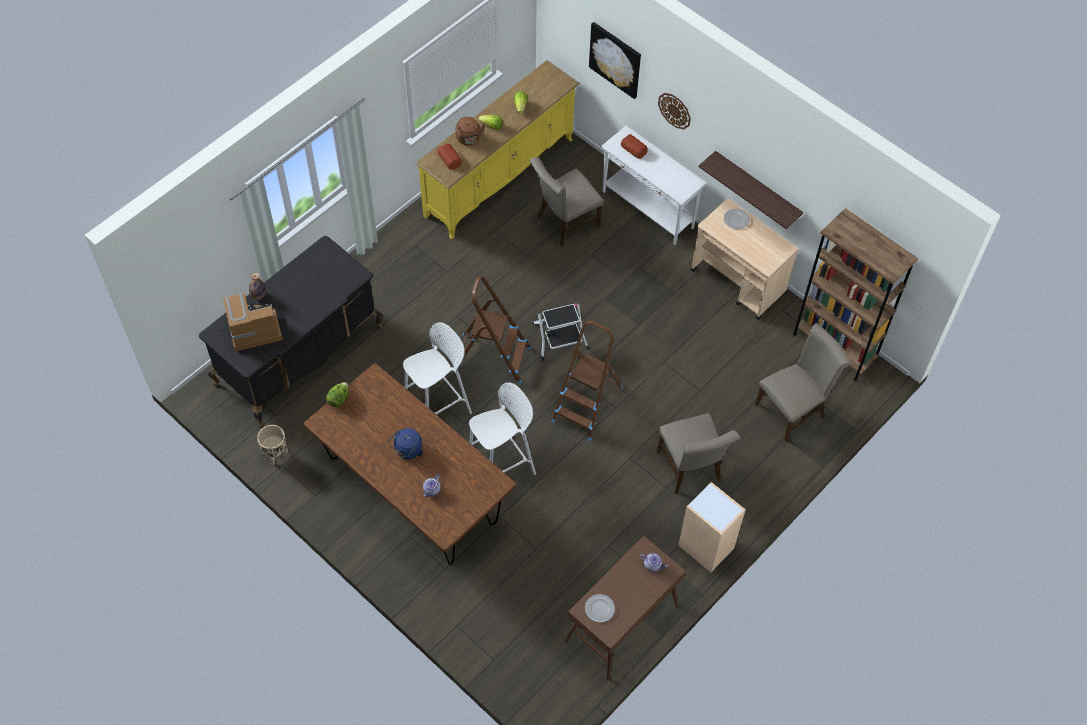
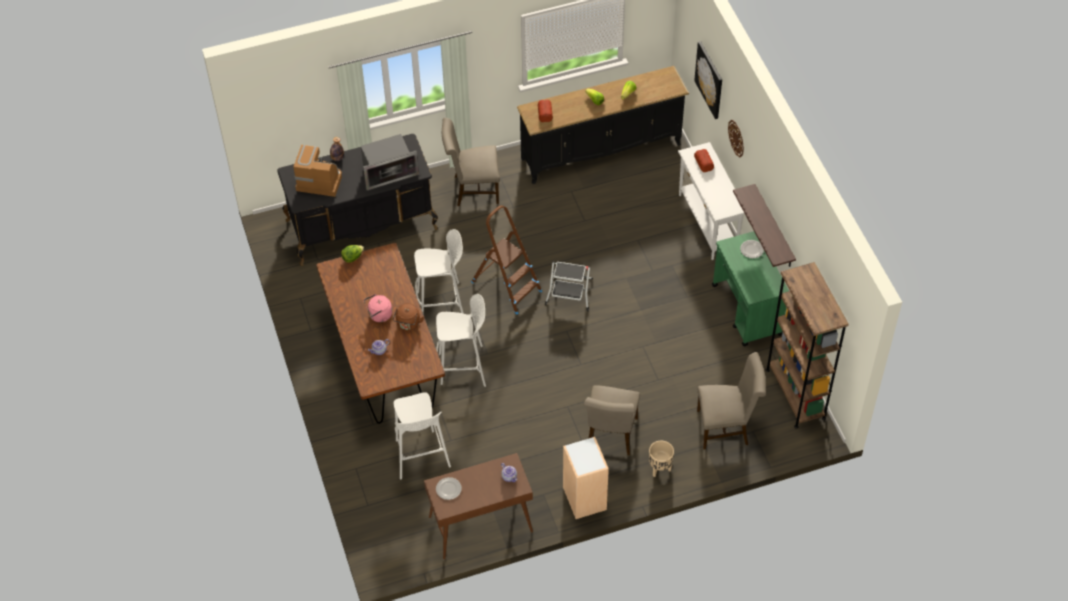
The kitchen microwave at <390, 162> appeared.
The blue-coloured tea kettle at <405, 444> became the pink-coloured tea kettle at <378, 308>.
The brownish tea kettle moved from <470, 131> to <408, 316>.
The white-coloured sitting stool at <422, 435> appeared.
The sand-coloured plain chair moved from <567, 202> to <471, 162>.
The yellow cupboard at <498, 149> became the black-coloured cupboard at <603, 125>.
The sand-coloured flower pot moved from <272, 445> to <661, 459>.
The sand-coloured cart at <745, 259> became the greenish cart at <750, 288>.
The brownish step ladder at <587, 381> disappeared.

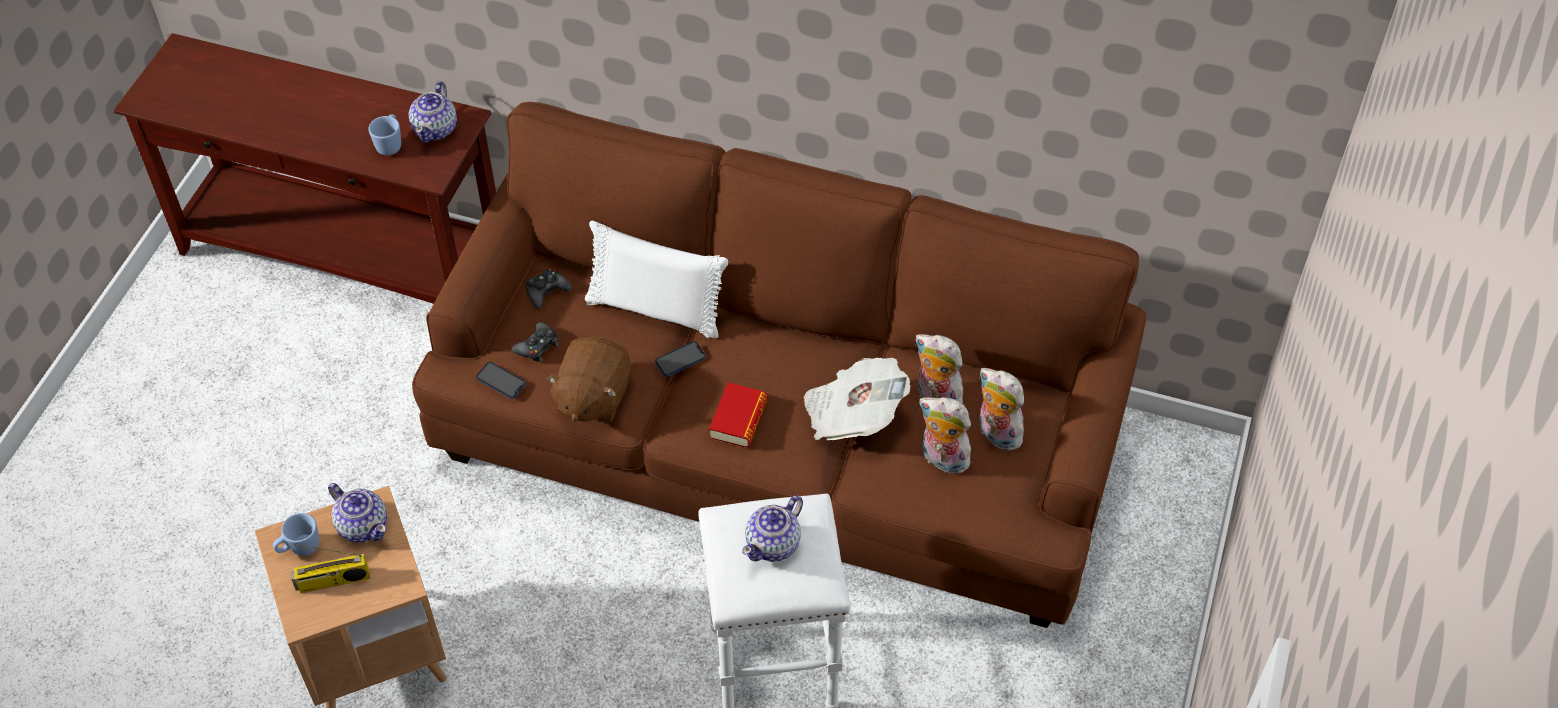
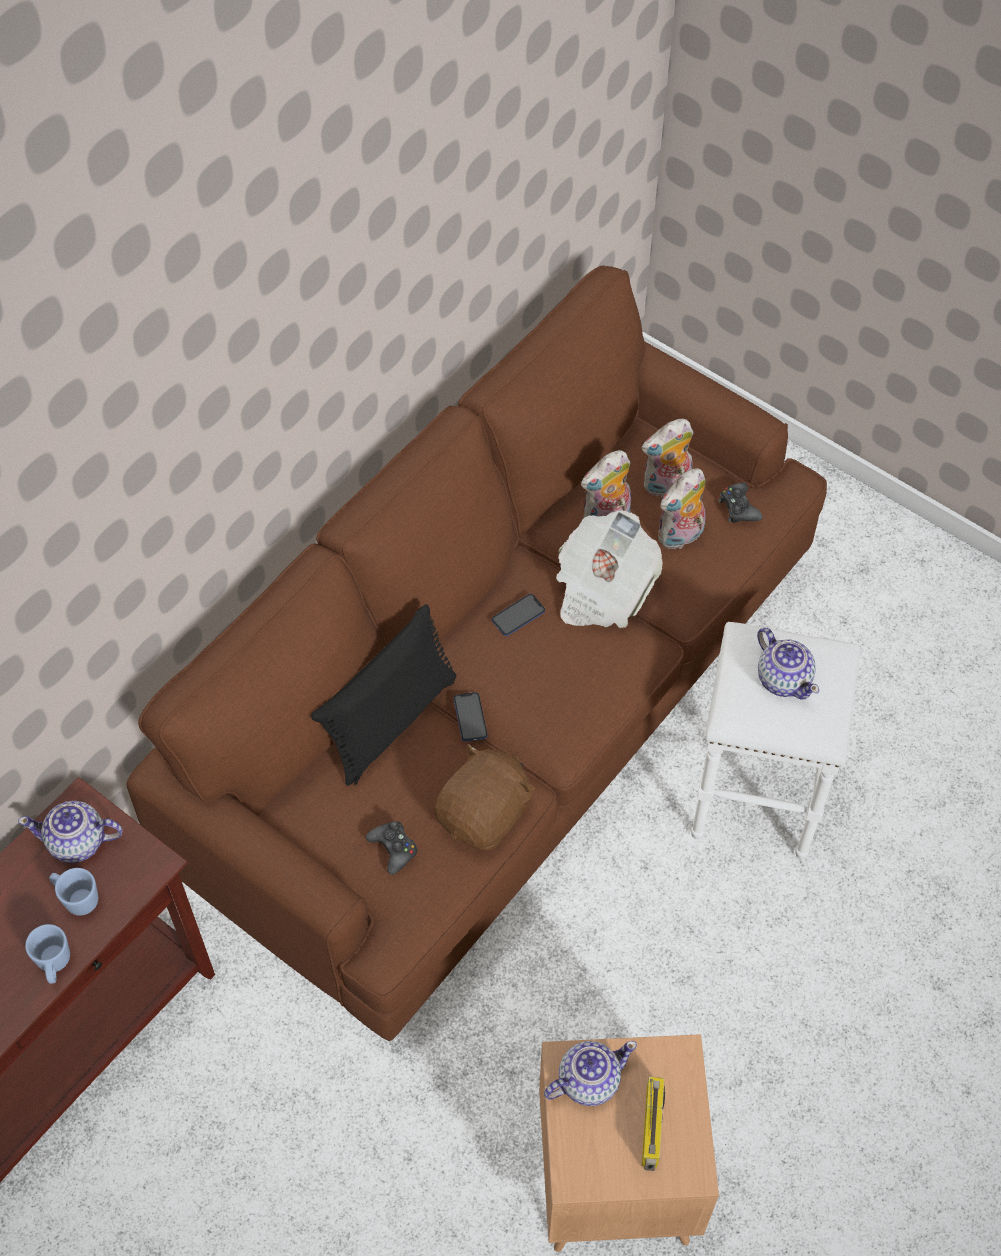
The teapot at <433, 112> turned 150 degrees clockwise.
The blue-coloured tea mug moved from <296, 534> to <47, 954>.
The white-coloured pillow at <656, 279> became the black-coloured pillow at <383, 695>.
The brownish cuddly toy at <587, 379> turned 90 degrees counterclockwise.
The handset moved from <501, 380> to <518, 615>.
The black-coloured joypad moved from <549, 289> to <740, 503>.
The bound book at <738, 415> disappeared.

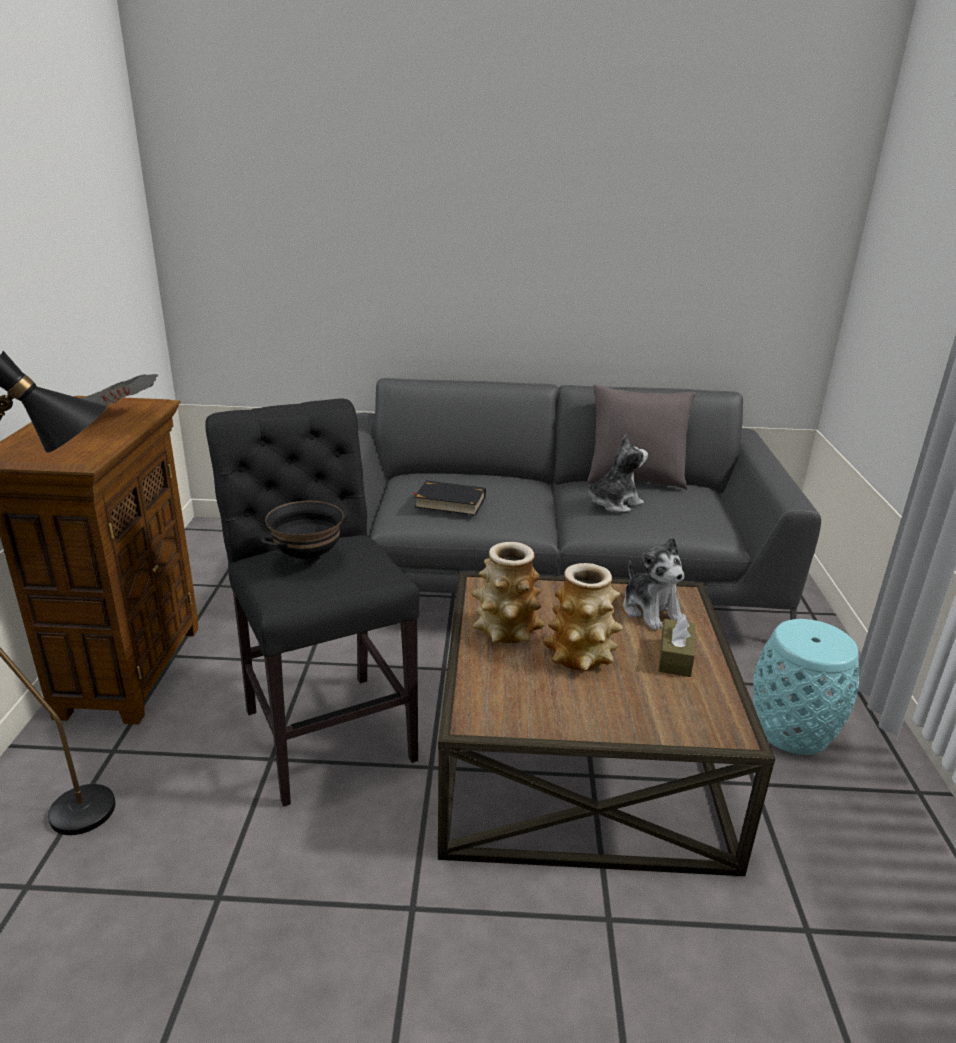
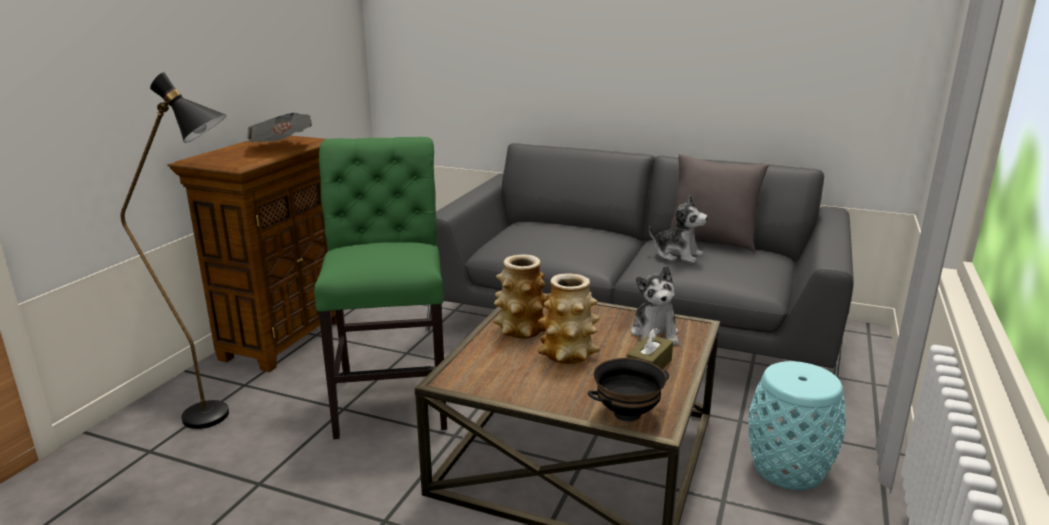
The black-coloured sitting stool at <312, 602> became the greenish sitting stool at <380, 288>.
The black-coloured bowl moved from <304, 533> to <628, 390>.
The cuddly toy at <618, 473> turned 45 degrees clockwise.
The black-coloured bound book at <449, 498> disappeared.

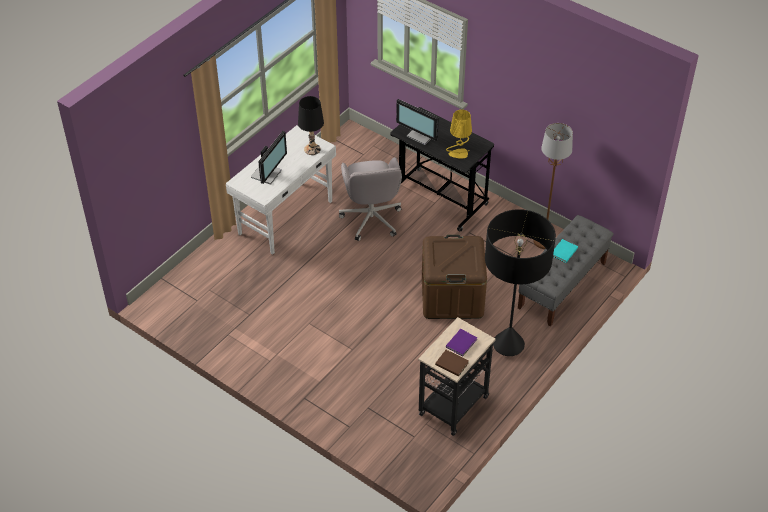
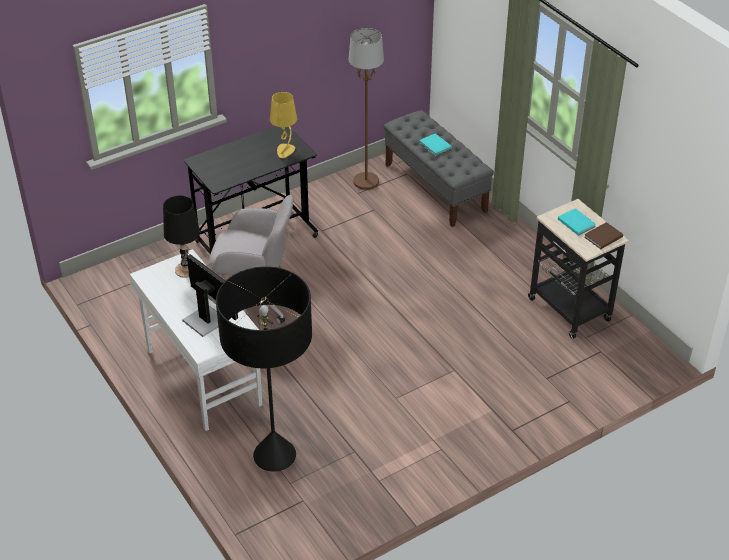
The black-coloured floor lamp moved from <520, 282> to <264, 369>.
The purple-coloured bound book at <461, 343> became the turquoise-coloured bound book at <577, 222>.
The computer screen at <417, 122> disappeared.
The brownish storage container at <454, 277> disappeared.

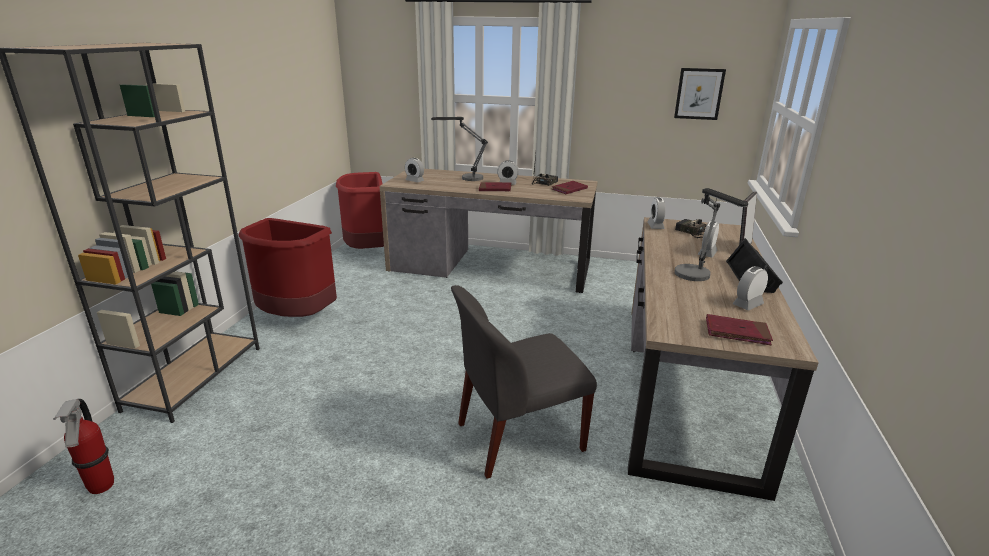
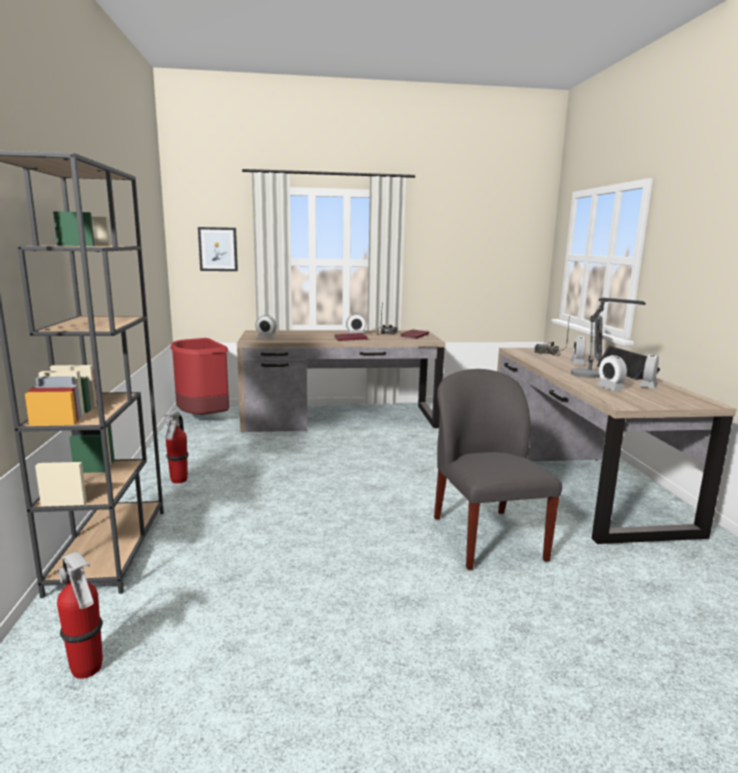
The reddish rubbish bin at <287, 267> was replaced by the fire extinguisher at <176, 447>.
The wall picture moved from <700, 94> to <218, 249>.
The grey plain chair at <524, 382> turned 120 degrees clockwise.
The alarm clock moved from <656, 213> to <612, 372>.
The tabletop lamp at <459, 149> disappeared.
The reddish bound book at <739, 330> disappeared.

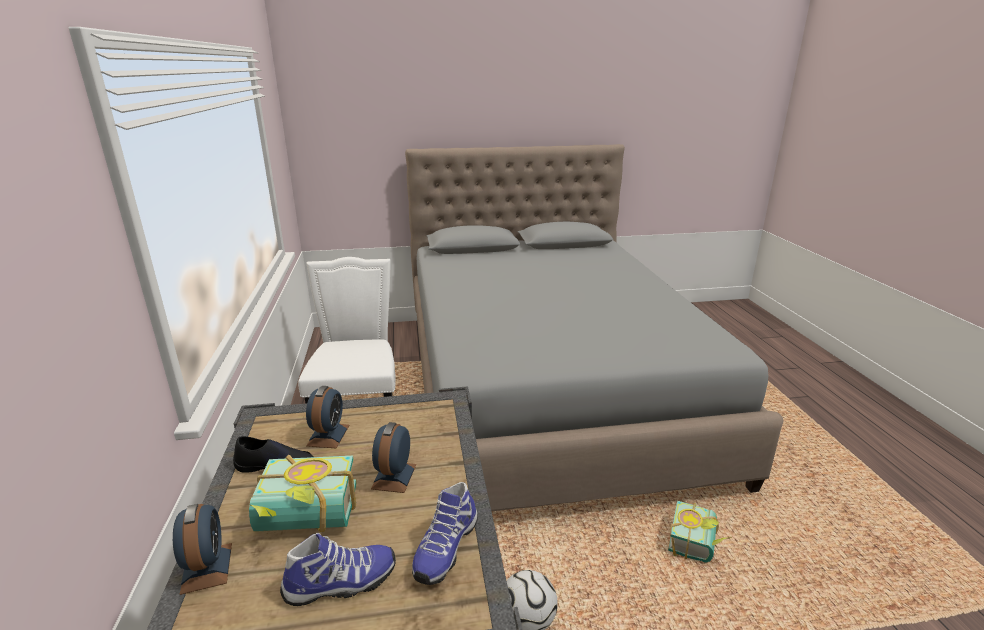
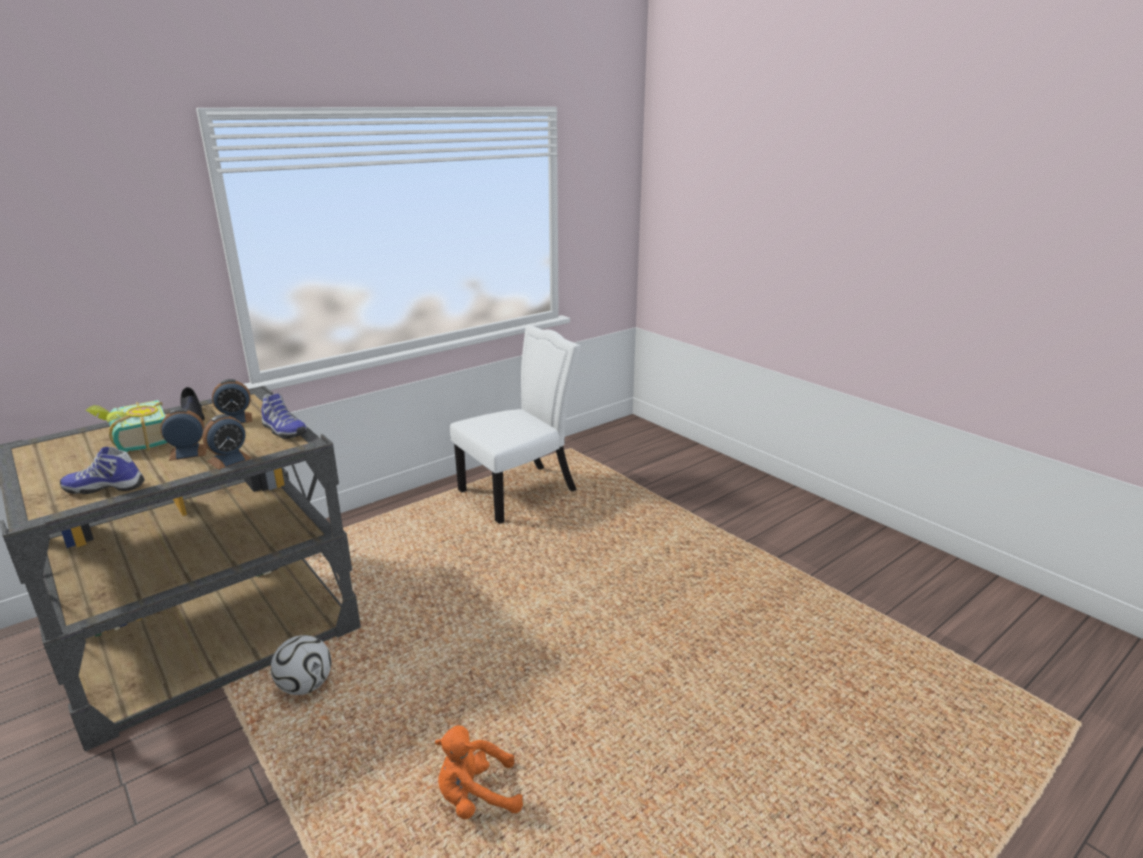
The alarm clock moved from <202, 549> to <226, 442>.
The item of footwear moved from <338, 569> to <284, 416>.
The bound book at <699, 532> was replaced by the orange cuddly toy at <479, 772>.
The grey sleeping bed at <594, 327> disappeared.

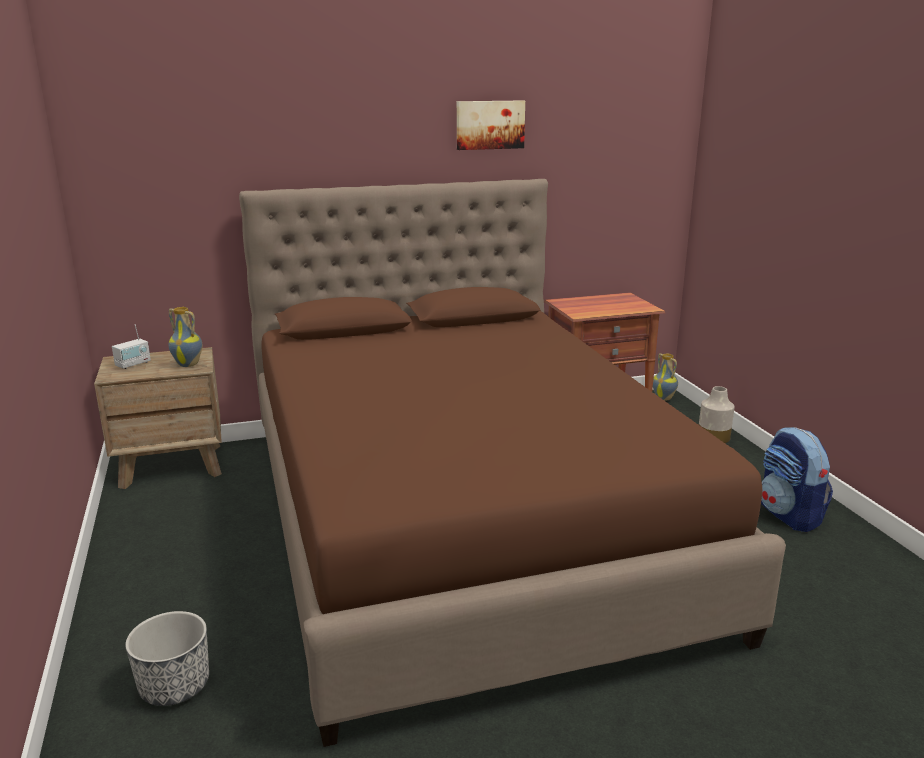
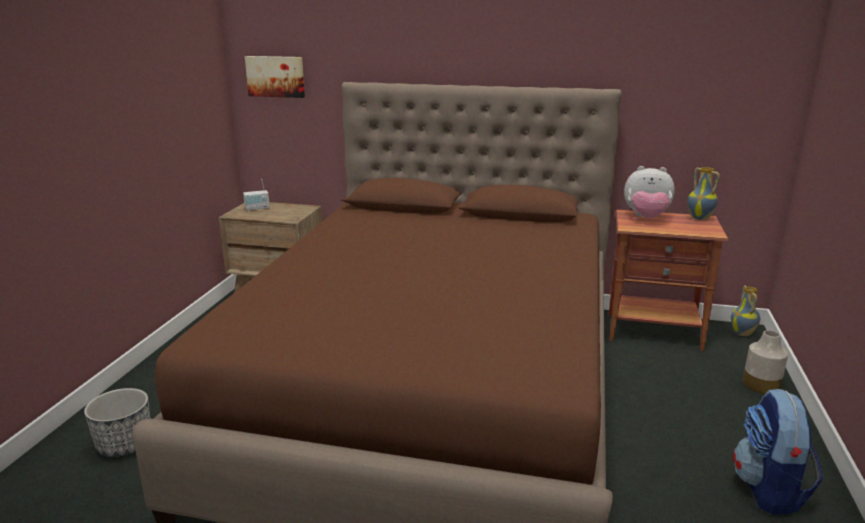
The wall picture moved from <491, 125> to <275, 77>.
The cuddly toy at <649, 192> appeared.
The decorative vase moved from <186, 337> to <704, 193>.

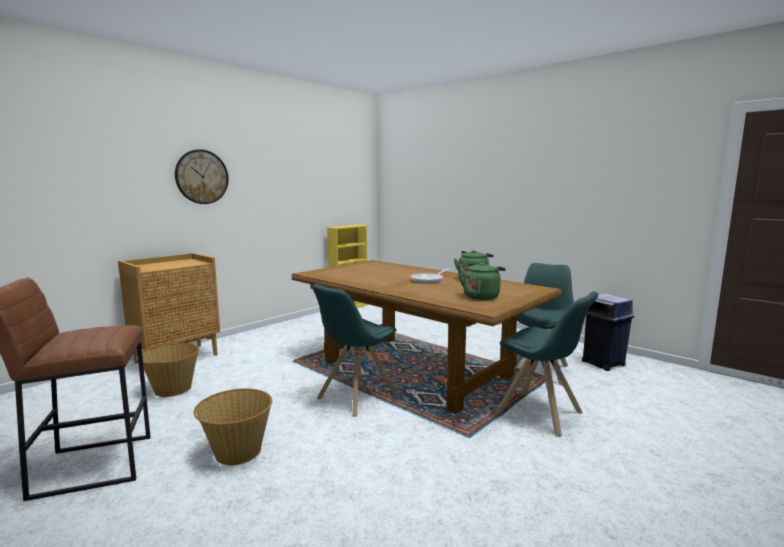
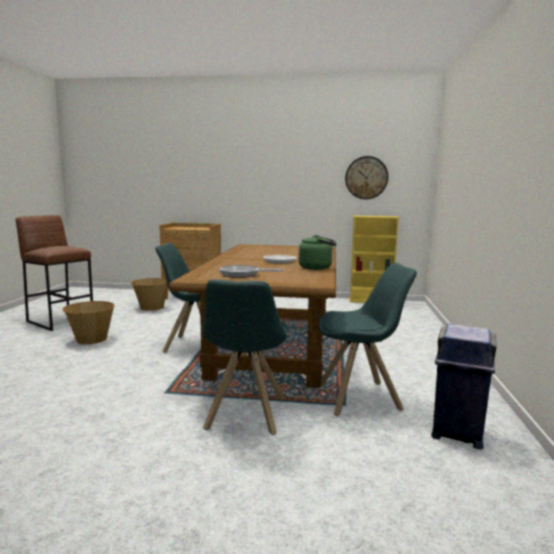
The greenish tea kettle at <482, 281> was replaced by the skillet at <251, 271>.
The hanging clock moved from <202, 176> to <366, 177>.

